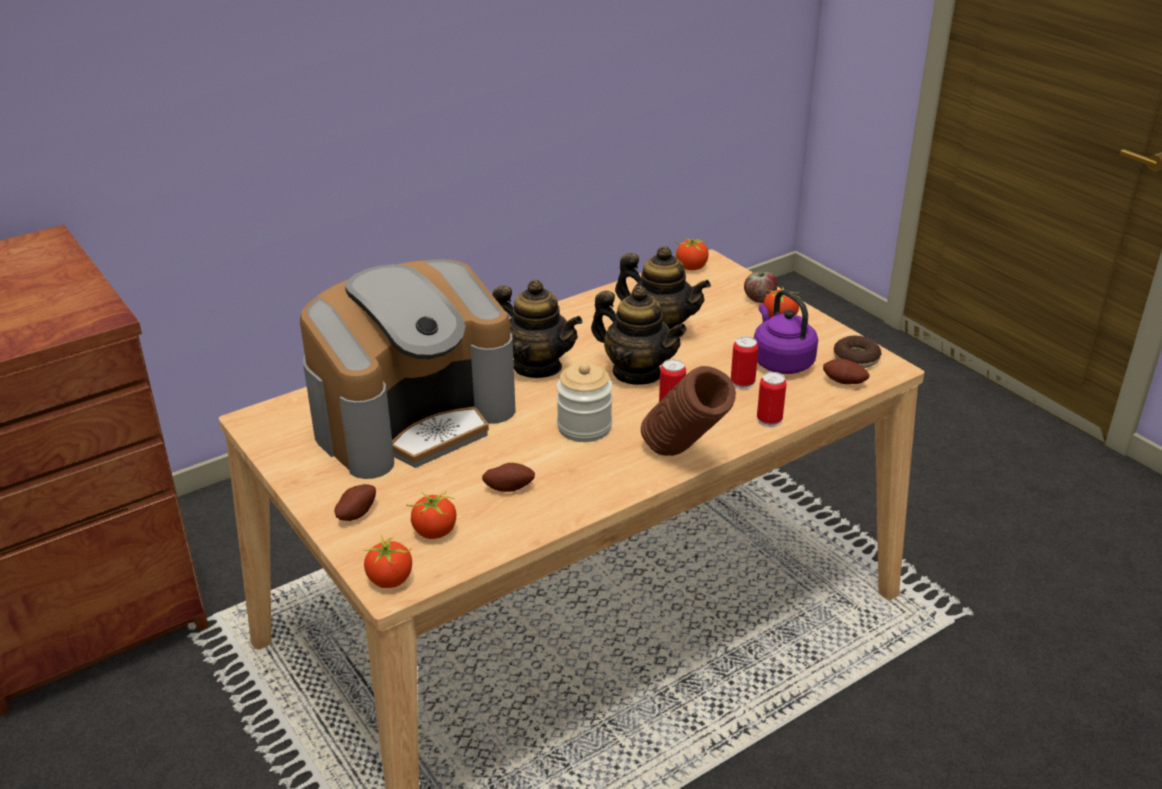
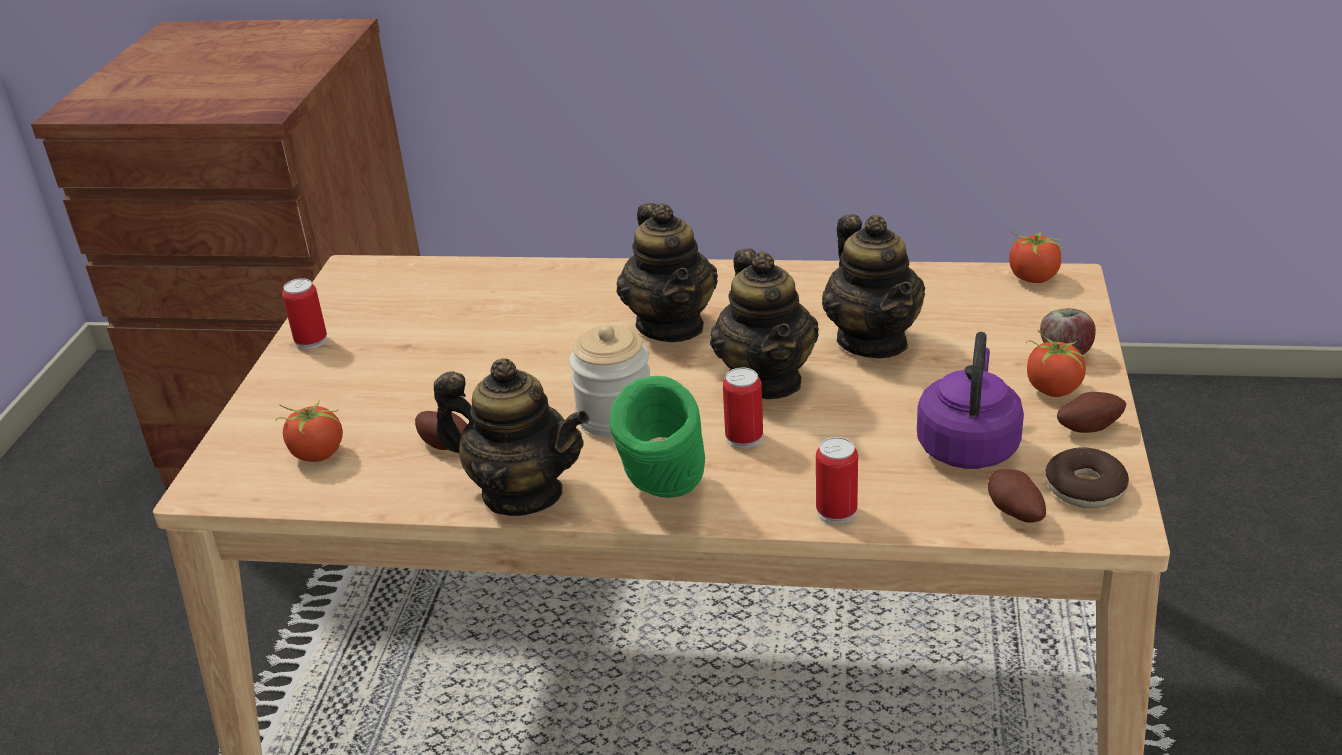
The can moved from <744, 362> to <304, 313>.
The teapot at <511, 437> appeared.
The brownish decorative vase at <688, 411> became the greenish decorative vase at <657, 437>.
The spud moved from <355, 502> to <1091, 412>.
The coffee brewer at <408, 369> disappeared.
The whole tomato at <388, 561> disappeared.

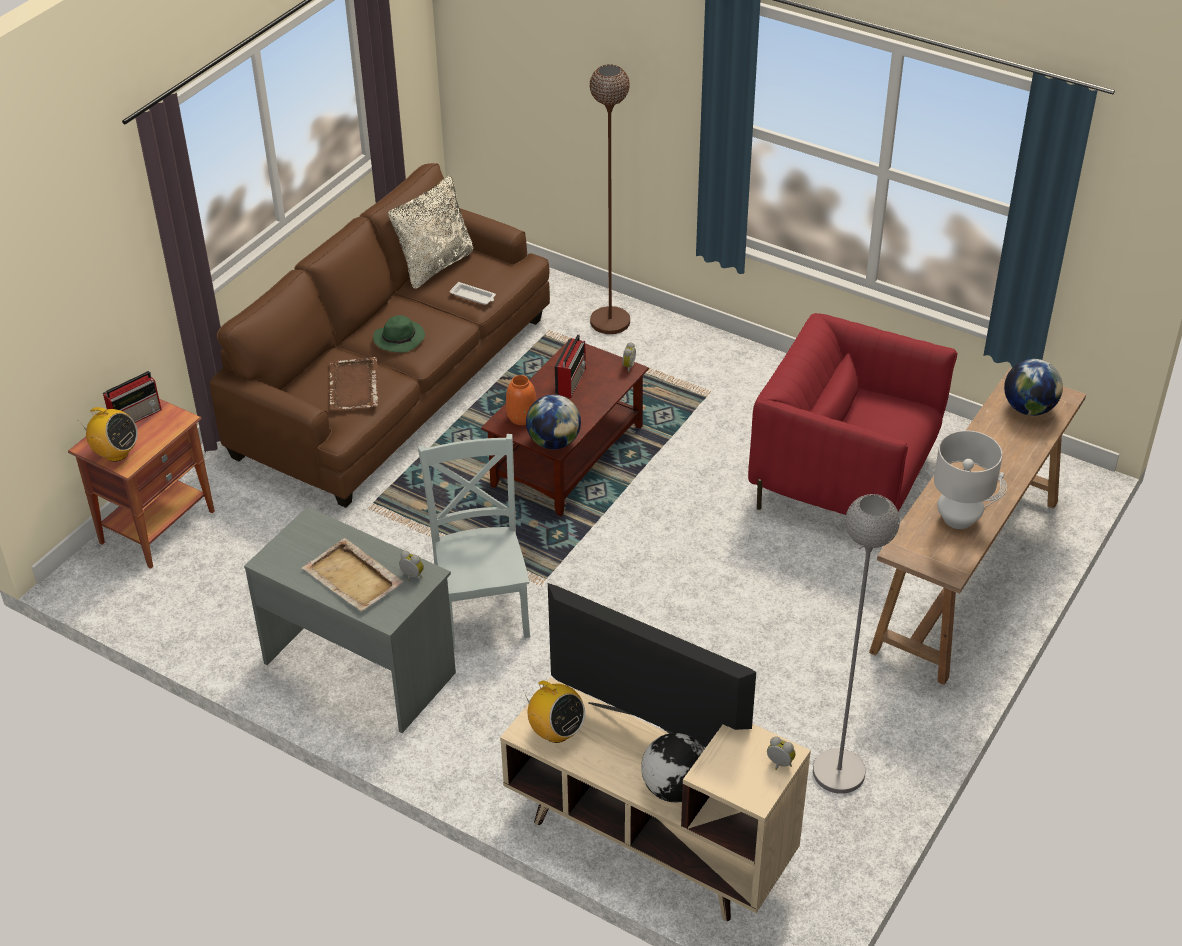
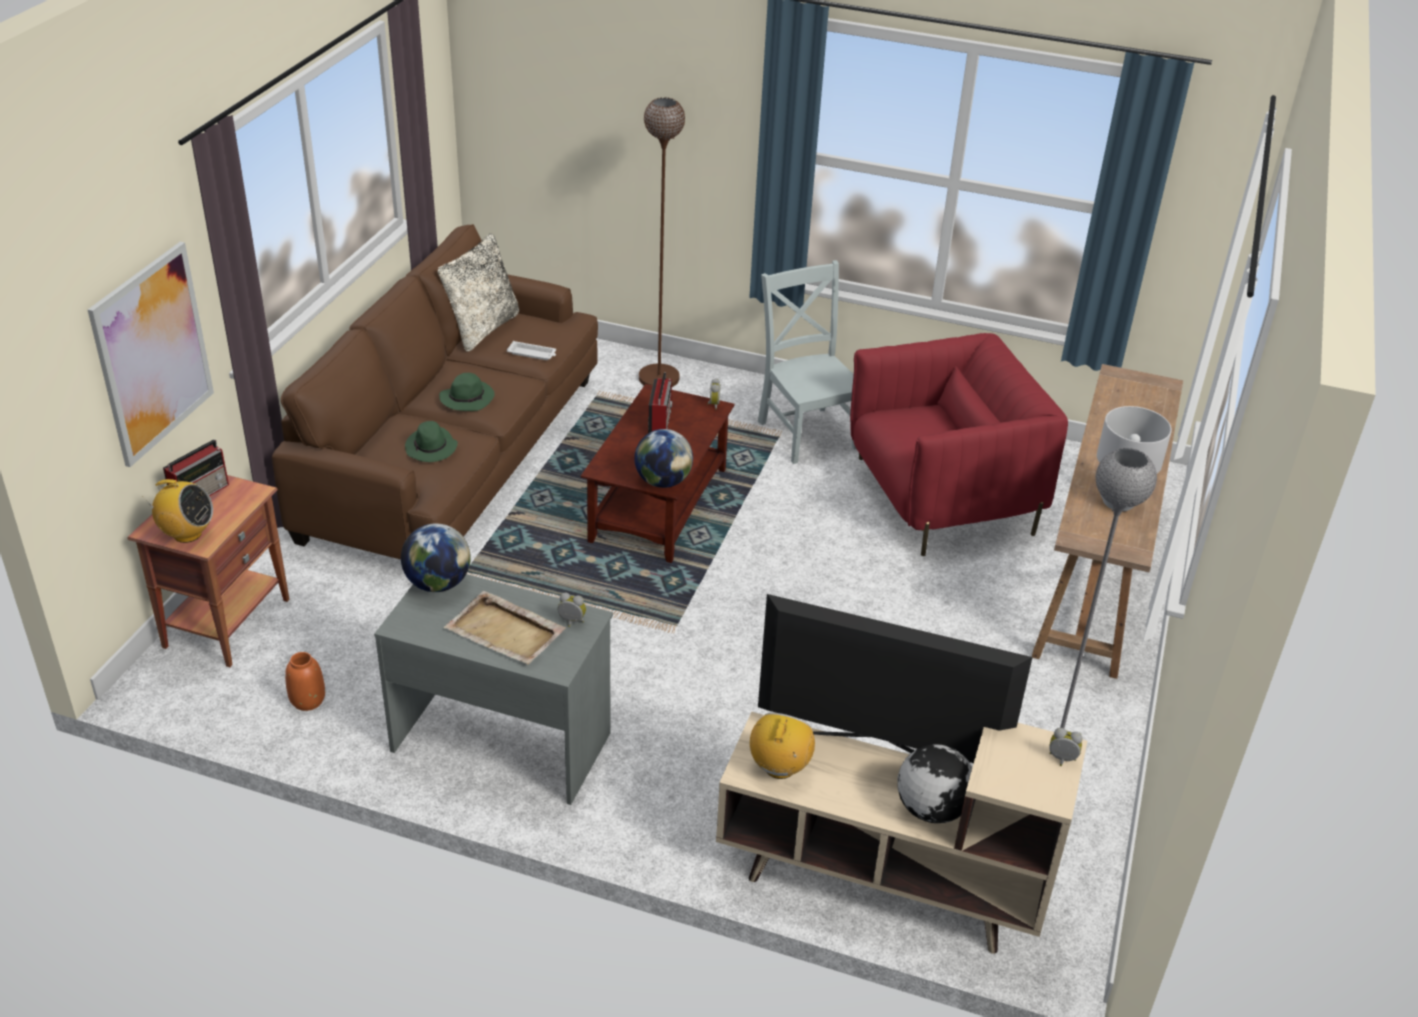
The wall picture at <151, 354> appeared.
The orange decorative vase moved from <521, 400> to <305, 681>.
The world globe moved from <1033, 387> to <436, 557>.
The brownish serving tray at <354, 383> was replaced by the greenish clothing hat at <431, 441>.
The radio set at <554, 711> turned 105 degrees counterclockwise.
The grey plain chair moved from <474, 541> to <807, 362>.
The reddish easy chair at <852, 414> turned 150 degrees clockwise.

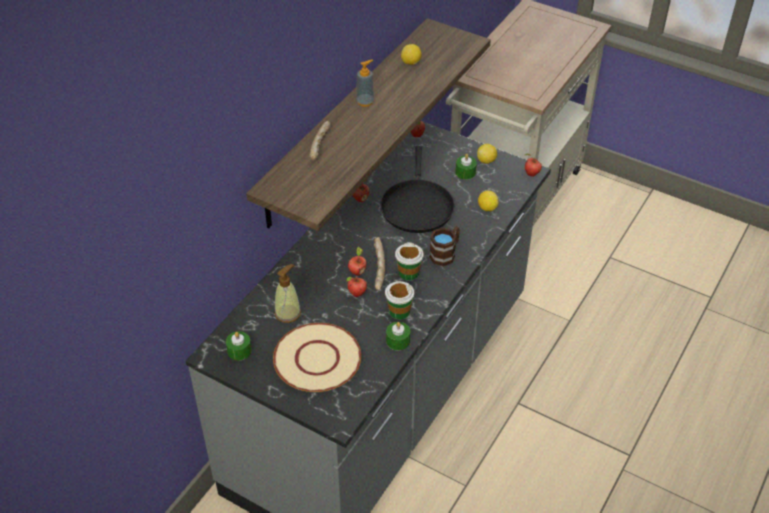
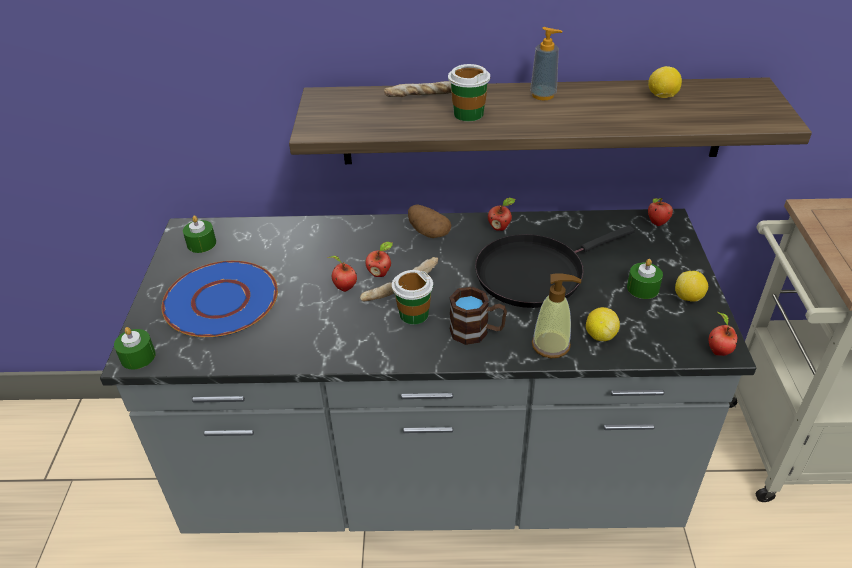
The greenish wax light moved from <398, 336> to <135, 348>.
The sand-coloured dinner plate at <317, 357> became the blue-coloured dinner plate at <220, 299>.
The spud at <429, 221> appeared.
The small cup moved from <399, 300> to <469, 92>.
The liquid soap bottle moved from <288, 293> to <556, 315>.

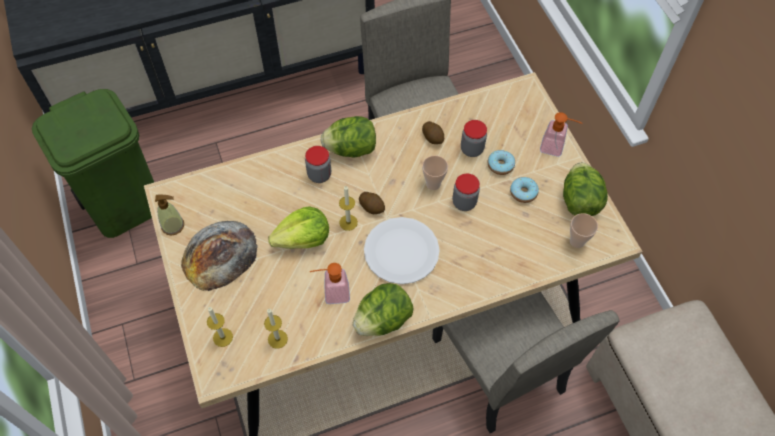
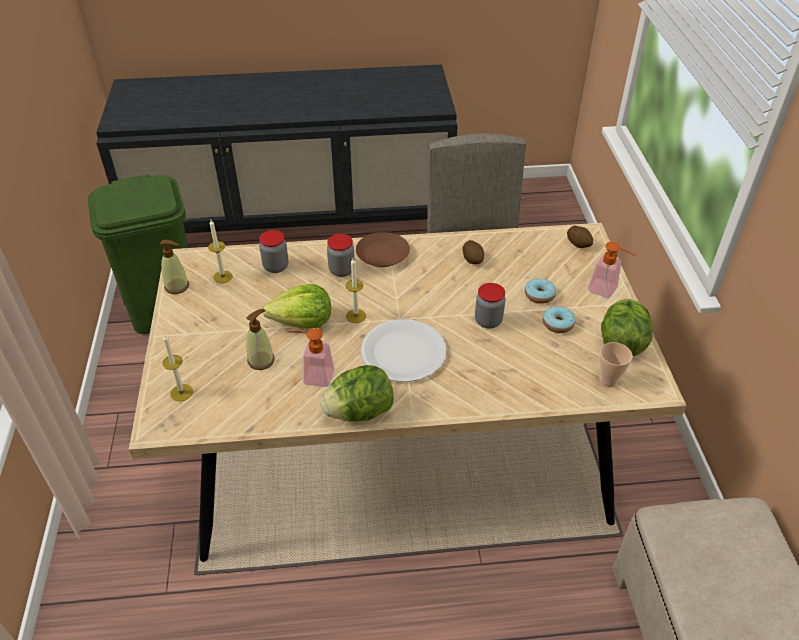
The wax light moved from <276, 329> to <220, 251>.
The liquid soap bottle at <260, 339> appeared.
The preserve jar moved from <474, 138> to <273, 251>.
The lettuce at <348, 137> was replaced by the brownish dinner plate at <383, 249>.
The spud moved from <372, 203> to <580, 237>.
The bakery bread at <219, 256> disappeared.
The small cup at <435, 172> disappeared.
The sand-coloured plain chair at <526, 362> disappeared.

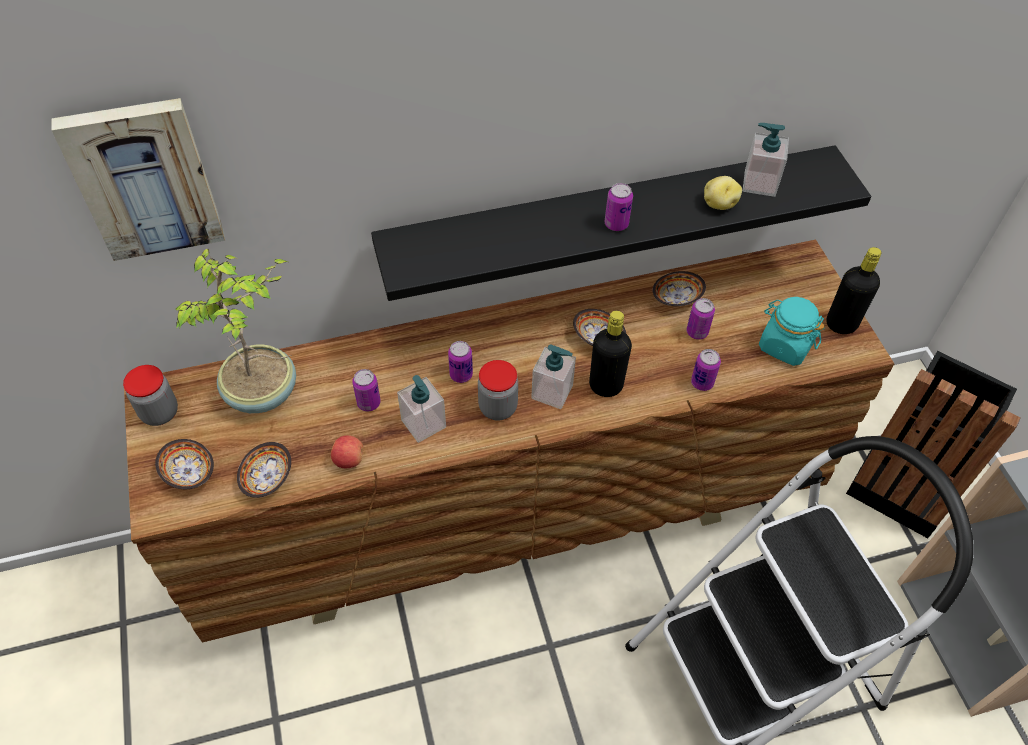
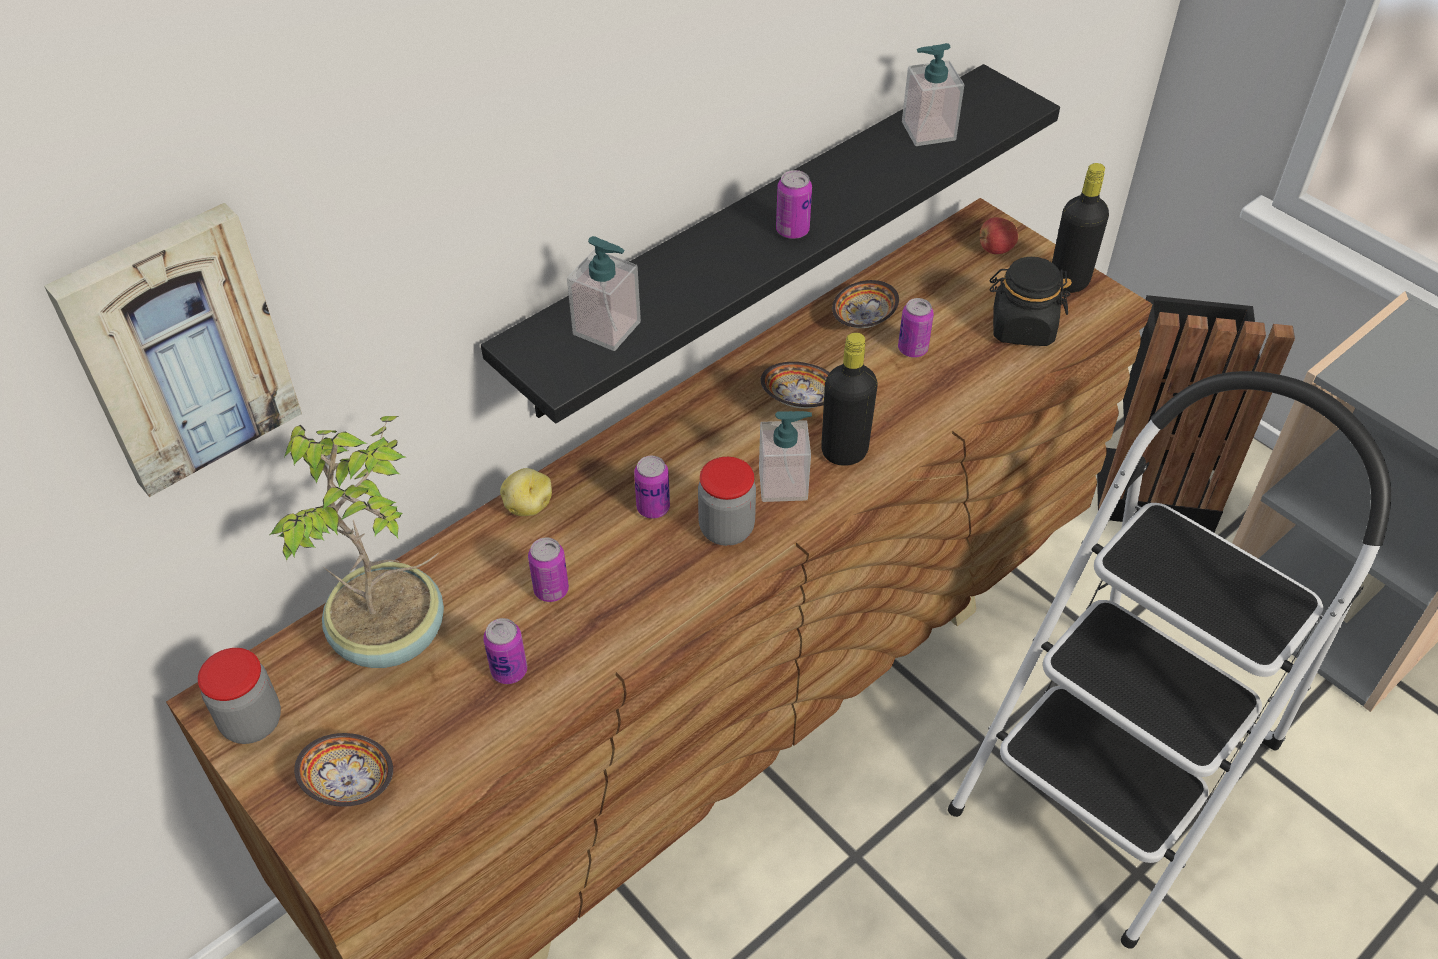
The can moved from <706, 370> to <505, 651>.
The spud moved from <723, 193> to <526, 492>.
The liquid soap bottle moved from <421, 409> to <604, 293>.
The whole apple moved from <347, 451> to <998, 235>.
The turquoise-coloured preserve jar at <792, 331> became the black-coloured preserve jar at <1031, 301>.
The bowl at <264, 470> disappeared.

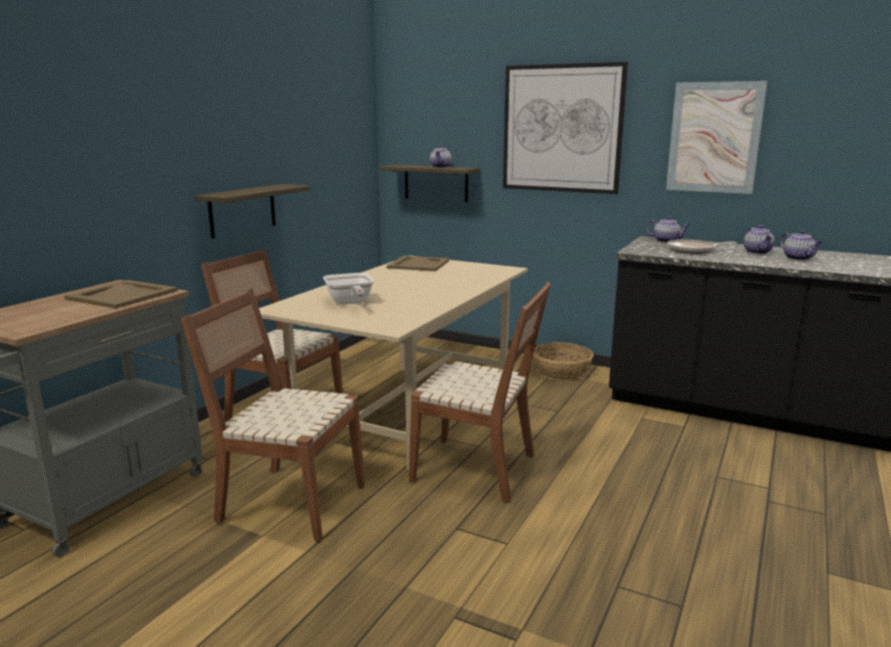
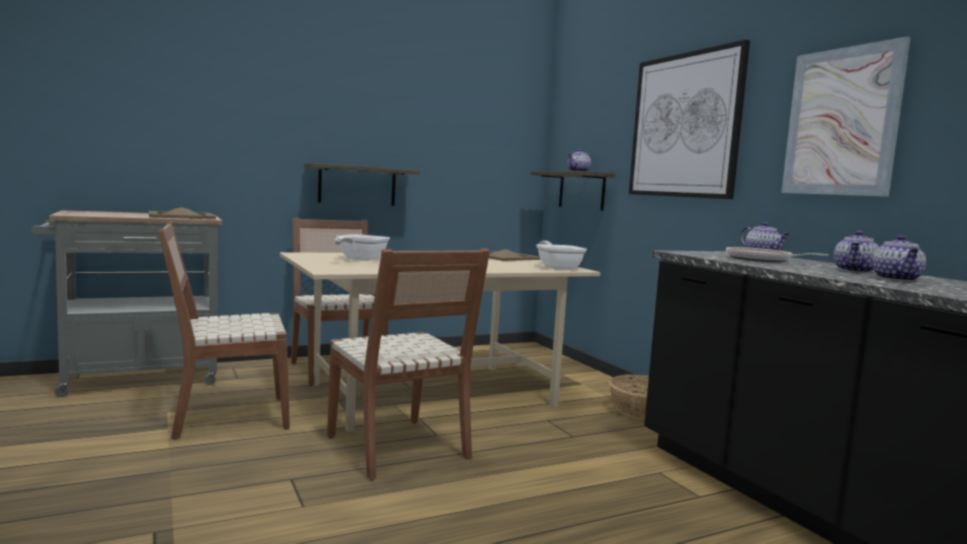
The plain chair at <273, 415> turned 75 degrees counterclockwise.
The skillet at <561, 255> appeared.

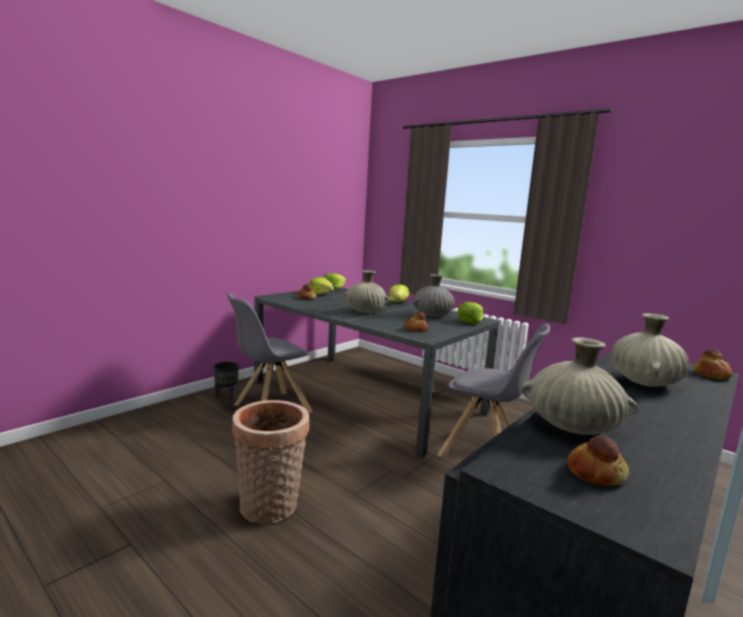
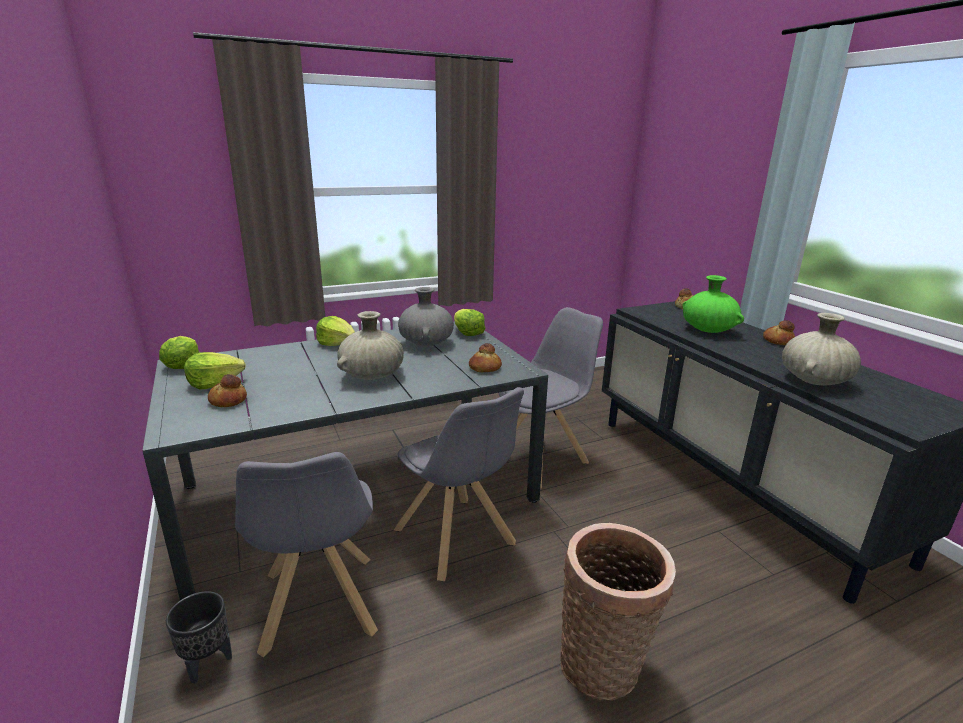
The grey plain chair at <459, 484> appeared.
The sand-coloured decorative vase at <649, 350> became the greenish decorative vase at <713, 304>.
The bakery bread moved from <598, 460> to <779, 332>.

